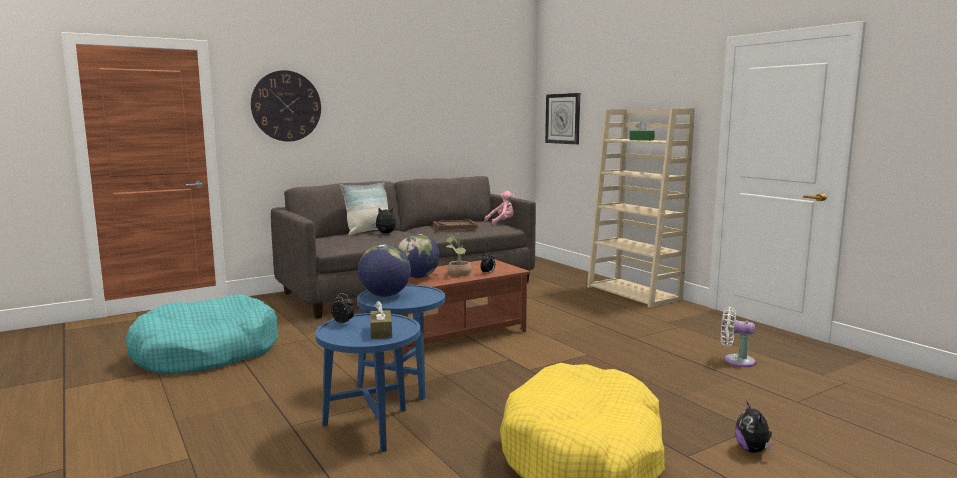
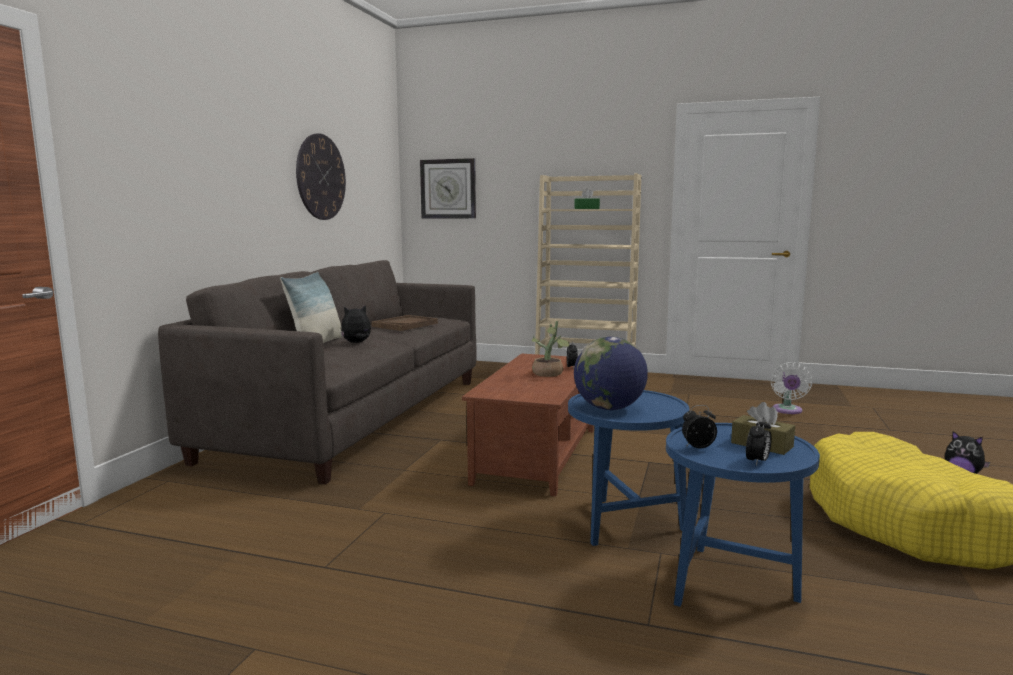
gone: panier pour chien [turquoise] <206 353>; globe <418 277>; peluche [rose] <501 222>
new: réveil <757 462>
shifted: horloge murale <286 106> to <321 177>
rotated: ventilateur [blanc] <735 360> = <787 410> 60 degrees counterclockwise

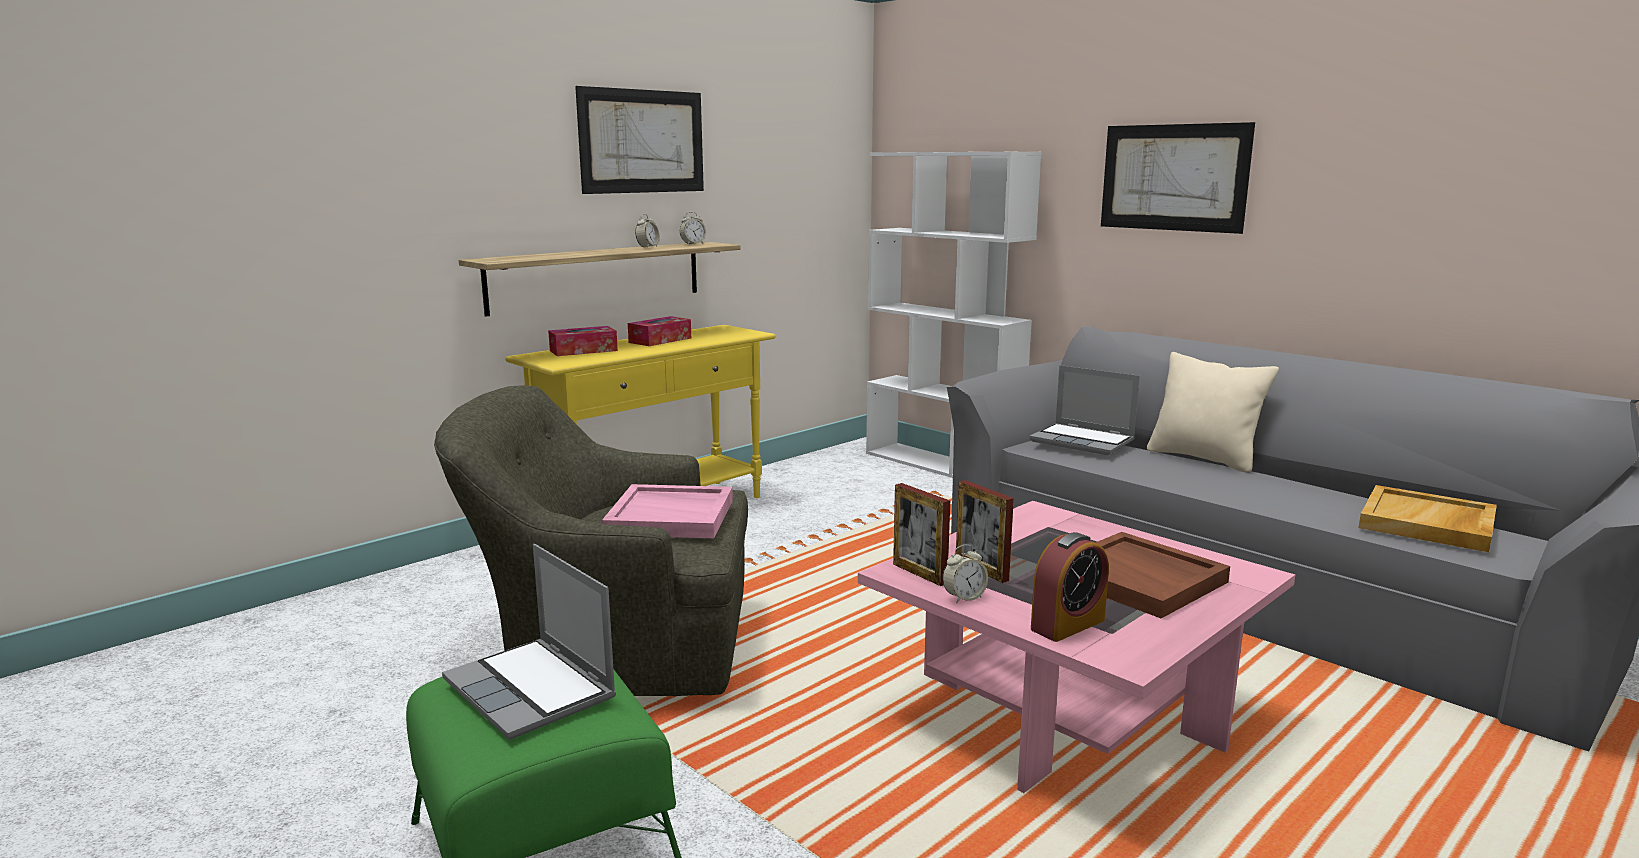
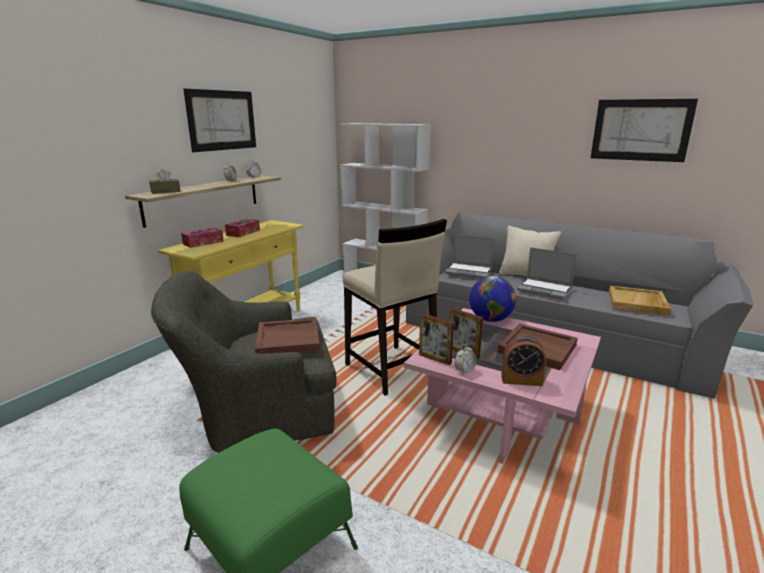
new: boîte à mouchoirs [marron] <165 191>; tabouret [beige] <391 370>; globe <490 319>
shifted: ordinateur portable <532 690> to <545 289>; tableau <1173 177> to <640 130>
repainted: plateau [rose] <672 516> to plateau [marron] <288 339>
rotated: réveil <1067 625> = <521 380> 60 degrees clockwise

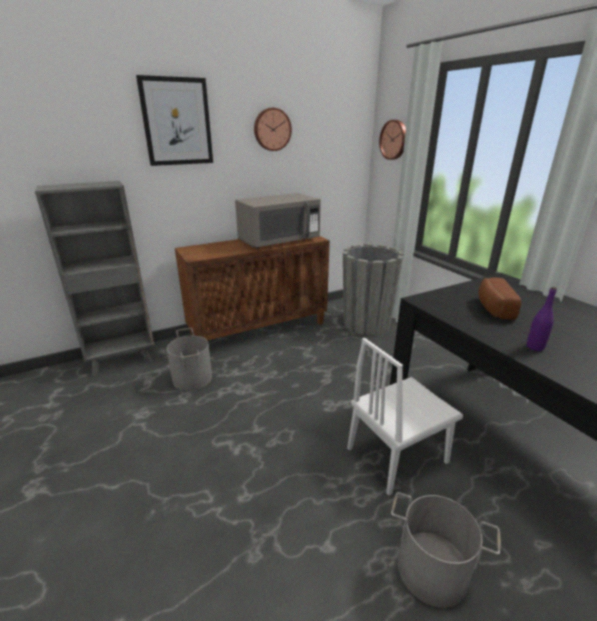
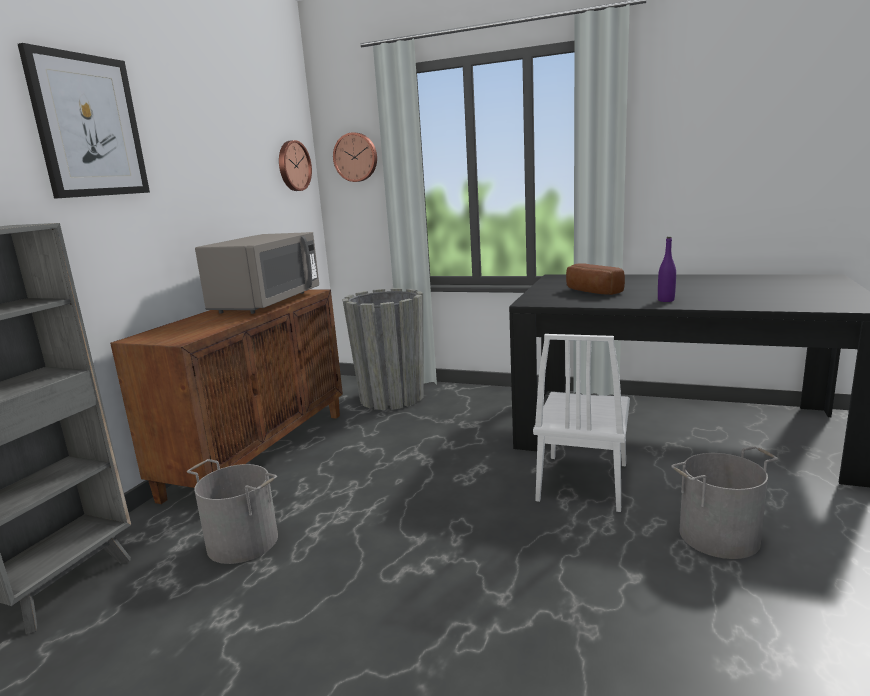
shifted: horloge murale <272 129> to <293 166>

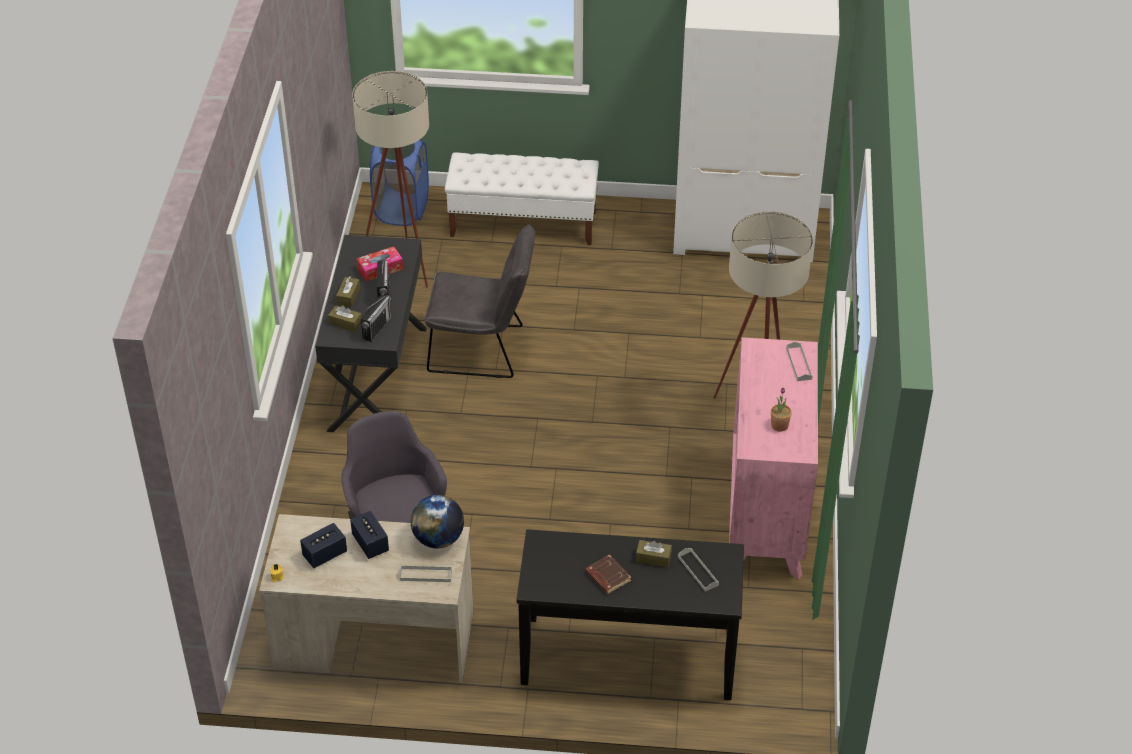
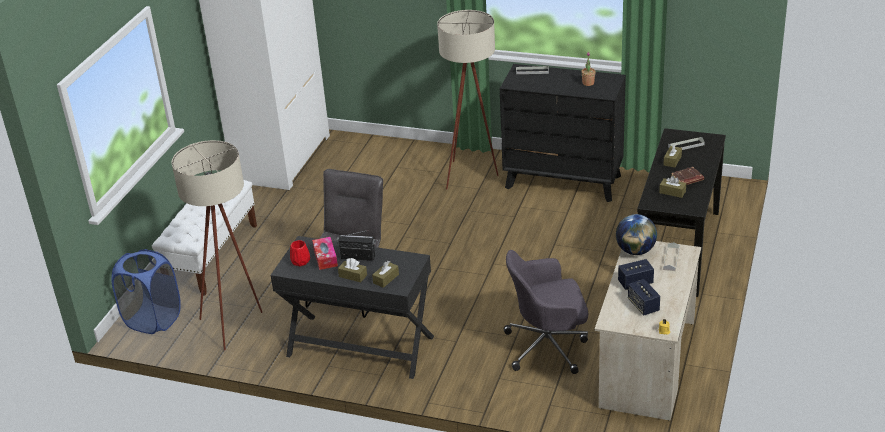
gone: radio <377 328>
new: vase [rouge] <301 261>; boîte à mouchoirs [marron] <672 192>
repainted: commode [rose] <766 516> to commode [noir] <563 181>

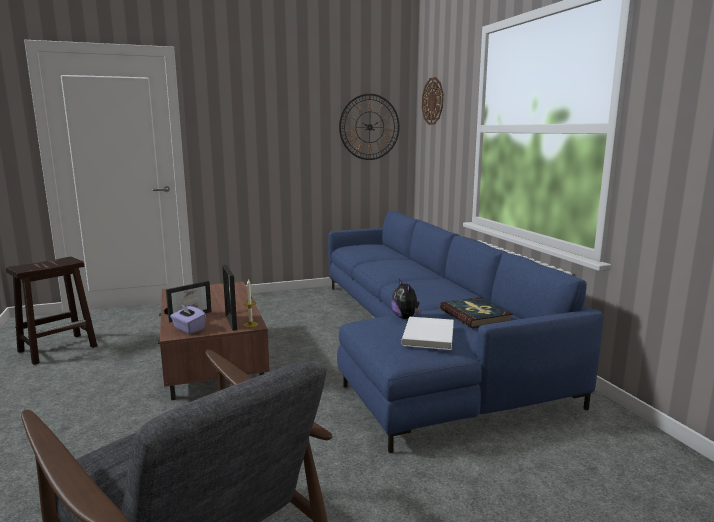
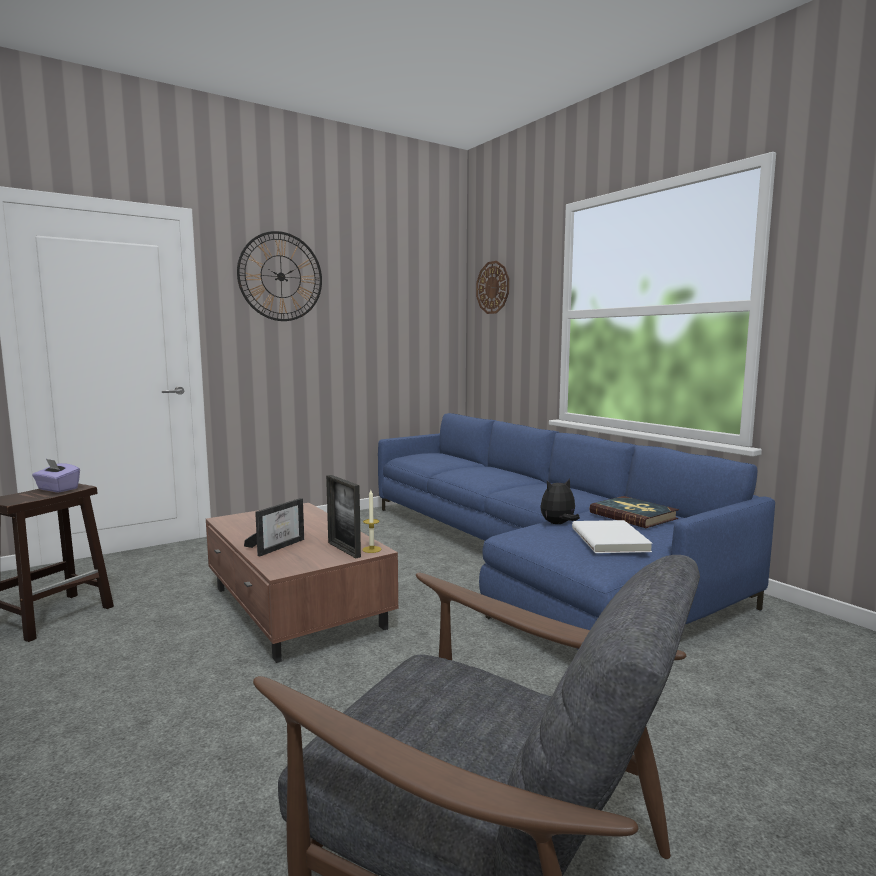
shifted: boîte à mouchoirs [violet] <188 329> to <57 489>; horloge murale <369 127> to <281 276>
rotated: peluche <405 317> = <558 524> 105 degrees clockwise

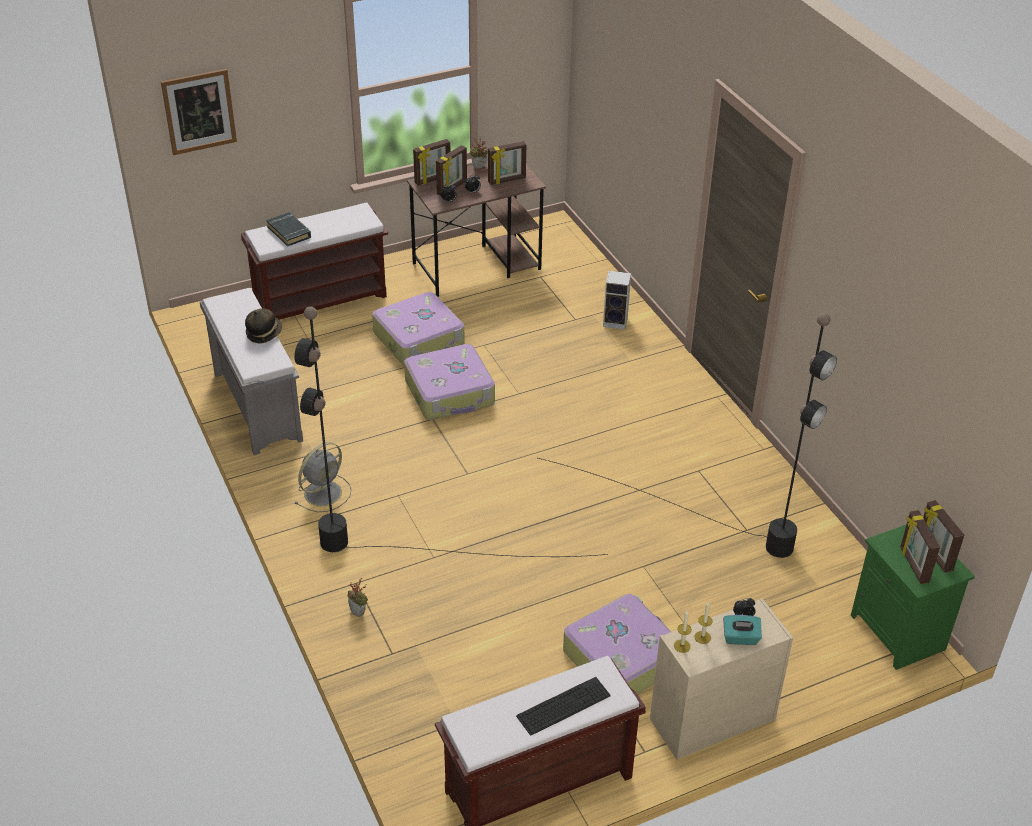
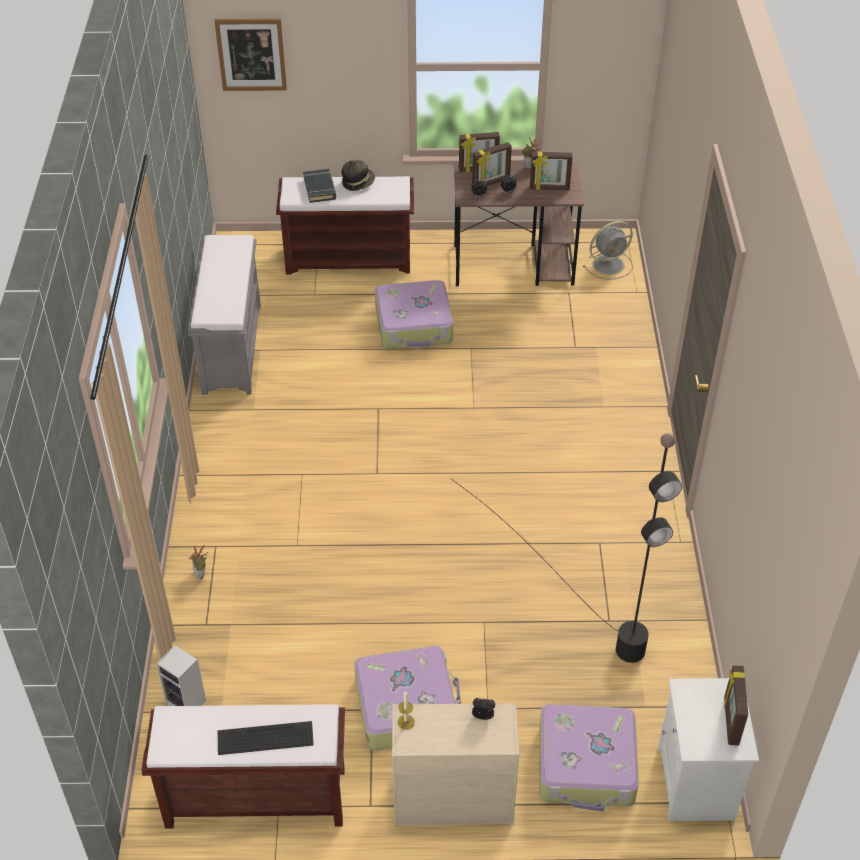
gone: lampadaire [noir] <410 547>; bougie <702 637>; boîte à mouchoirs [turquoise] <740 638>; cadre photo <913 565>
shifted: chapeau <264 333> to <358 183>; ventilateur [gris] <324 492> to <609 264>; valise <450 393> to <587 765>; enceinte <616 322> to <187 702>
repainted: table de chevet [vert] <899 633> to table de chevet [blanc] <697 784>

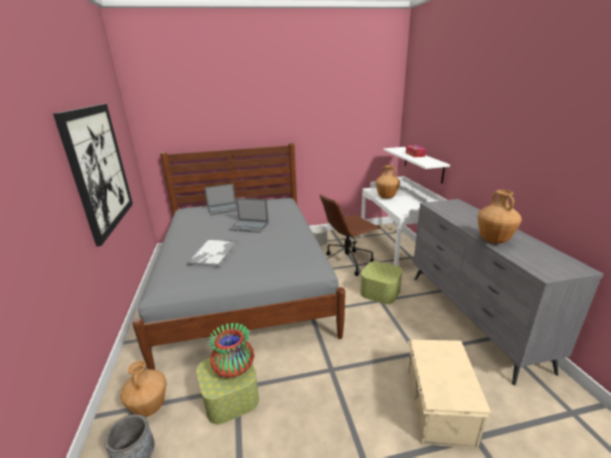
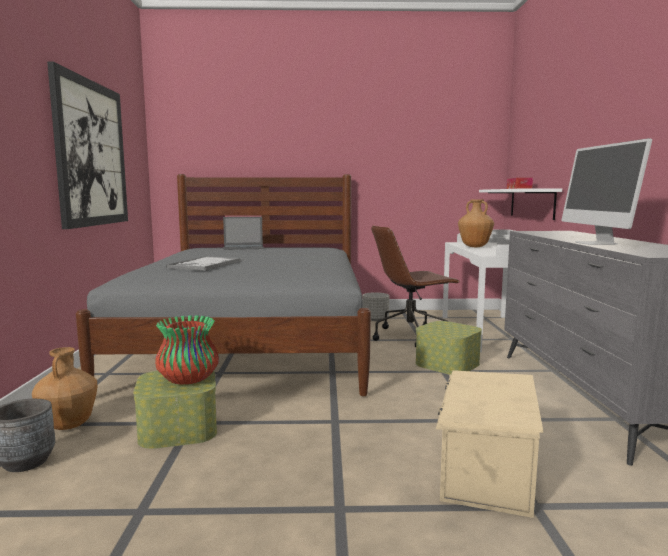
gone: ordinateur portable <249 226>
swapped: vase [marron] <493 240> to écran d'ordinateur <596 243>

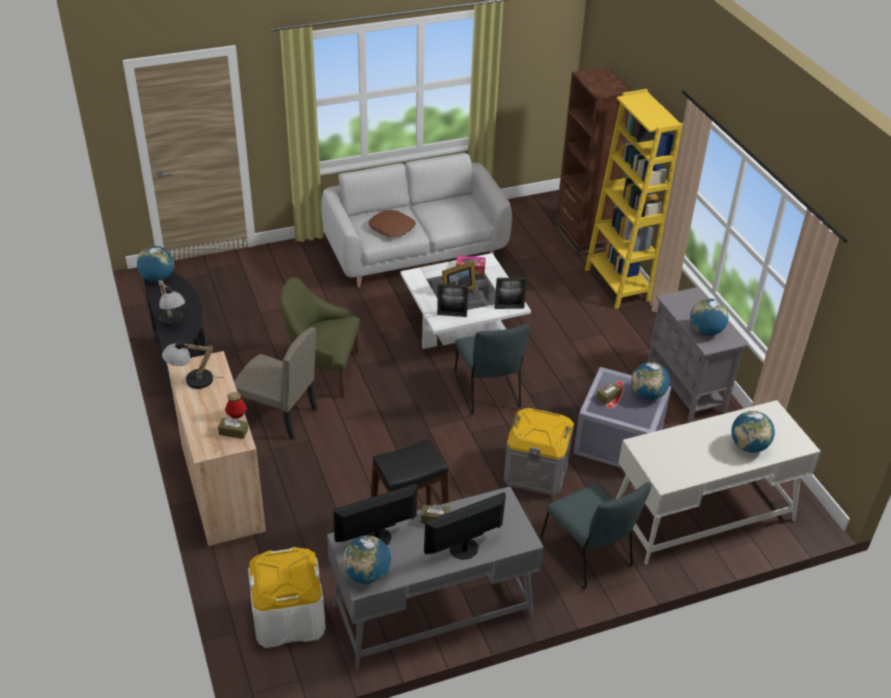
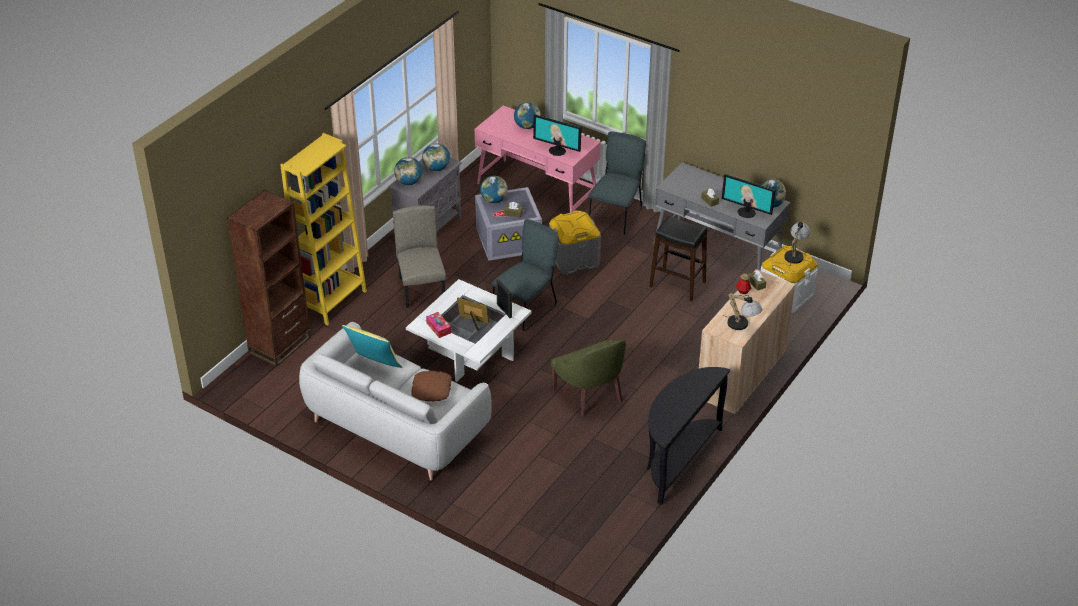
gone: cadre photo <509 307>
new: coussin [jaune] <374 364>
shifted: globe <158 278> to <409 182>; lampe de table <172 322> to <795 254>; chaise [beige] <278 415> to <422 290>; écran d'ordinateur <464 549> to <557 151>
repainted: bureau [blanc] <702 514> to bureau [rose] <537 190>

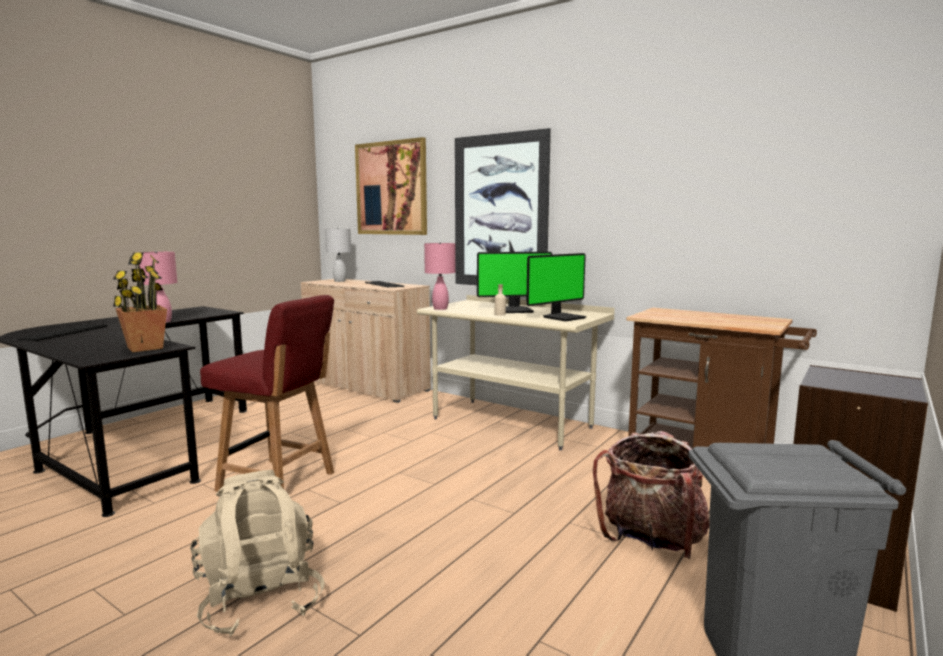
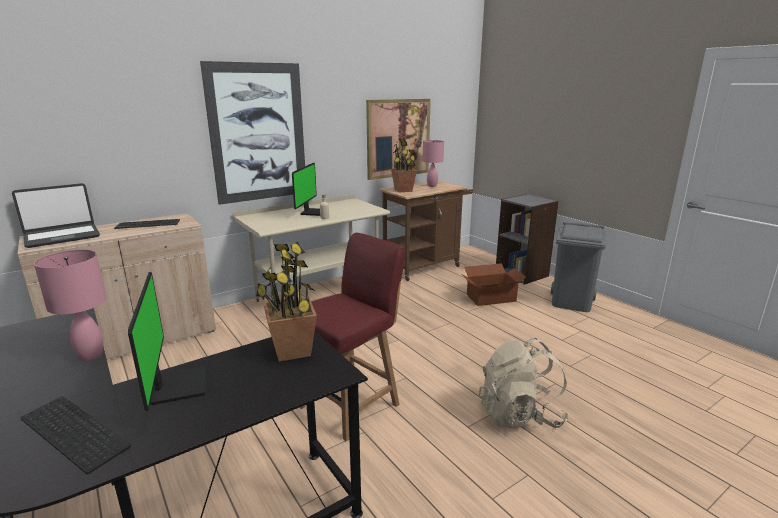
new: plante en pot <403 190>
shifted: tableau <391 188> to <398 138>; lampe de table [rose] <440 308> to <431 185>; écran d'ordinateur <563 317> to <176 386>
swapped: lampe de table [blanc] <340 281> to ordinateur portable <62 236>; sac à dos <651 540> to carton <491 298>

